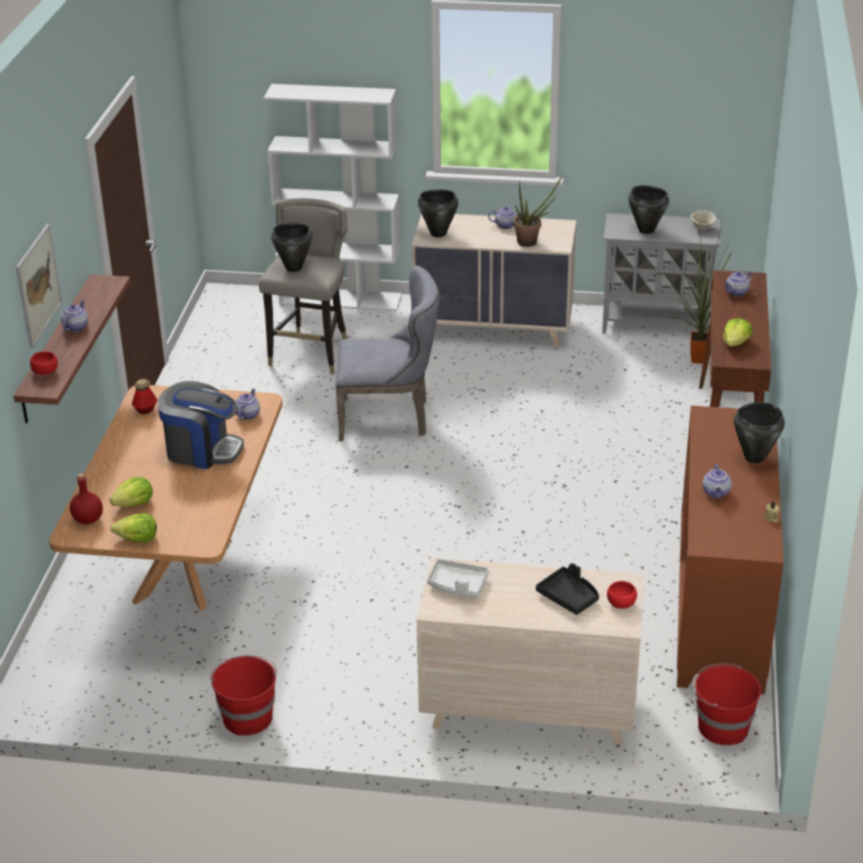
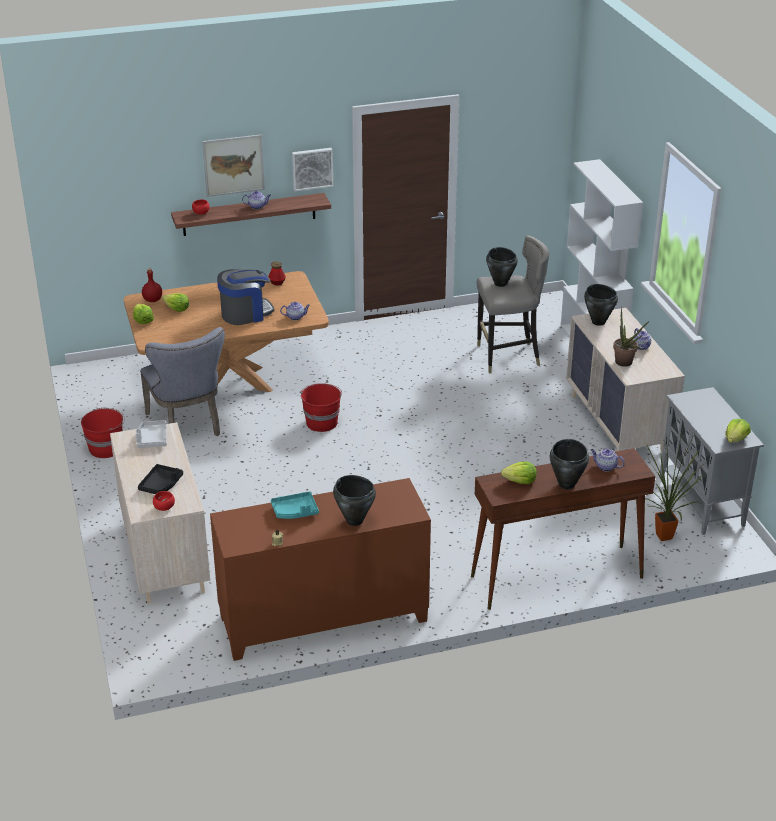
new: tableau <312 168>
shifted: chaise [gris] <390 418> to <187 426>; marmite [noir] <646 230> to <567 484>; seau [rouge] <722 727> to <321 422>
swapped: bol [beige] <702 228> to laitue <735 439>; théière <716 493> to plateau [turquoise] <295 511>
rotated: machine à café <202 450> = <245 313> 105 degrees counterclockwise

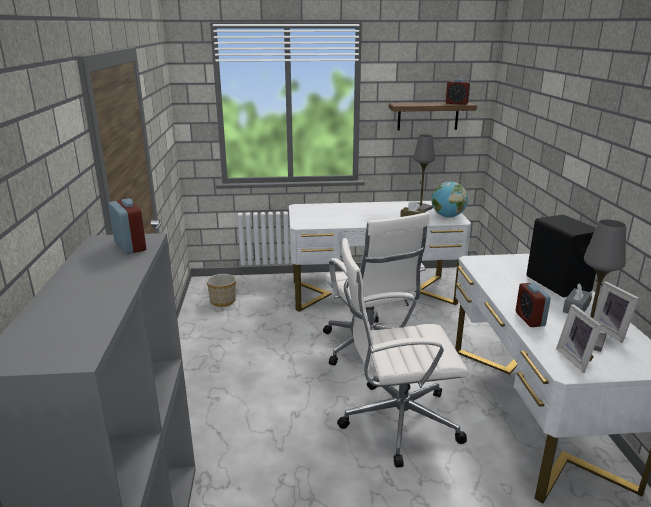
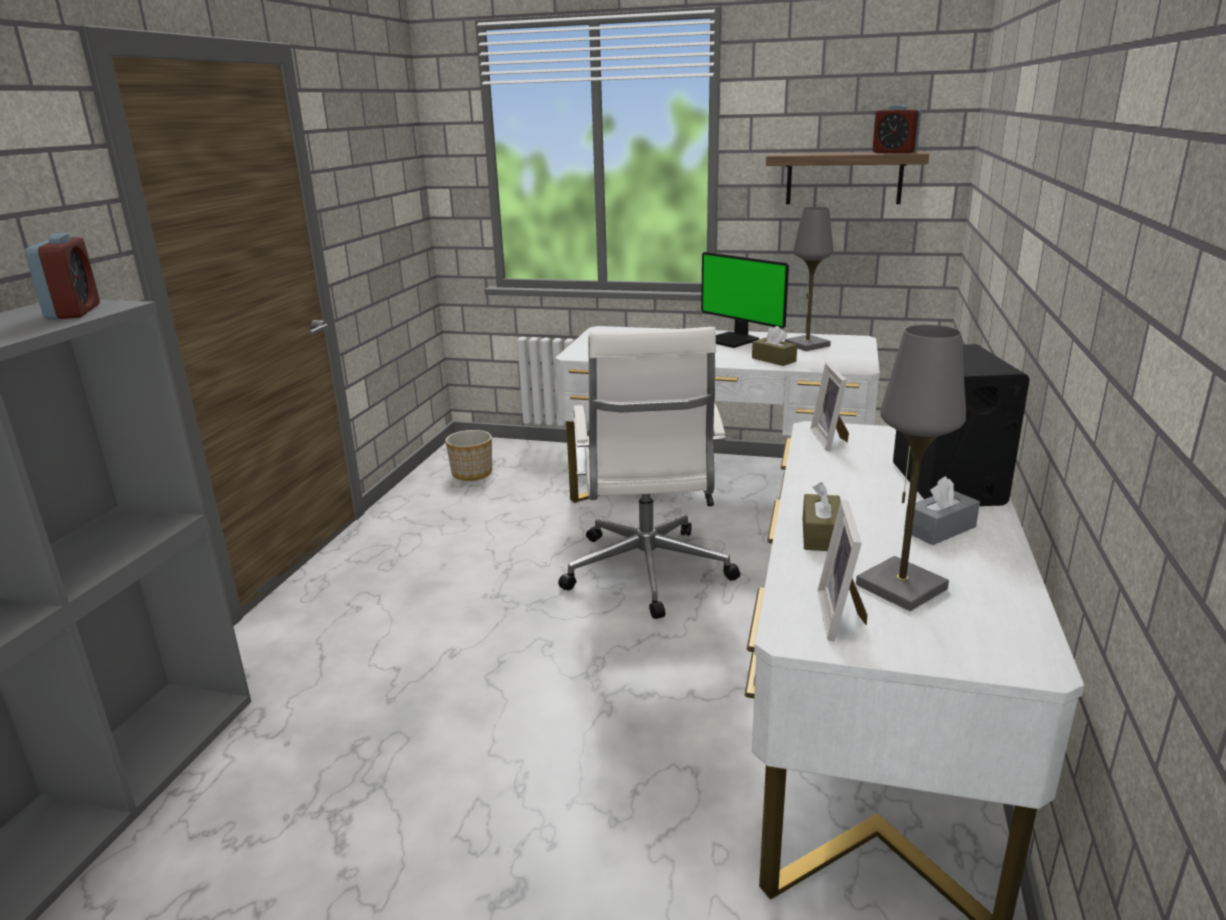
gone: chaise de bureau [blanc] <396 421>; globe <447 216>
new: écran d'ordinateur <733 340>
shifted: cadre photo <611 331> to <831 439>
swapped: réveil <530 319> to boîte à mouchoirs [marron] <821 535>

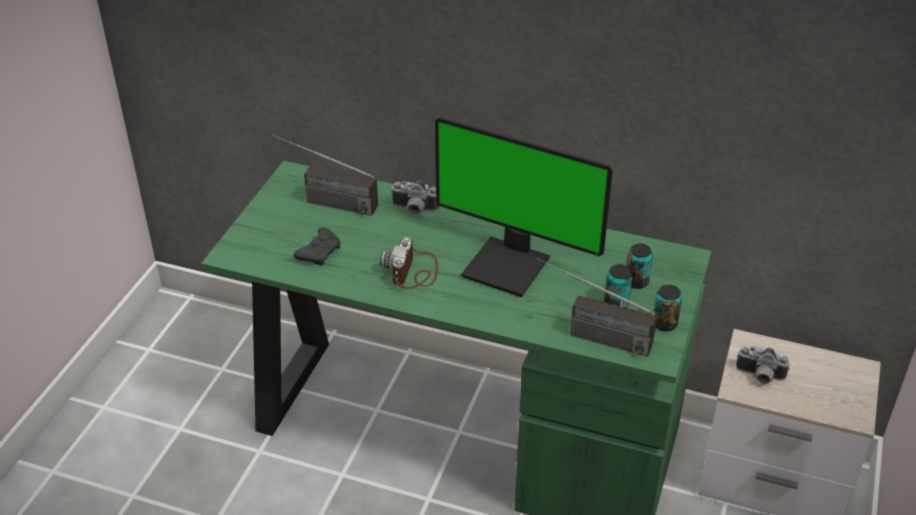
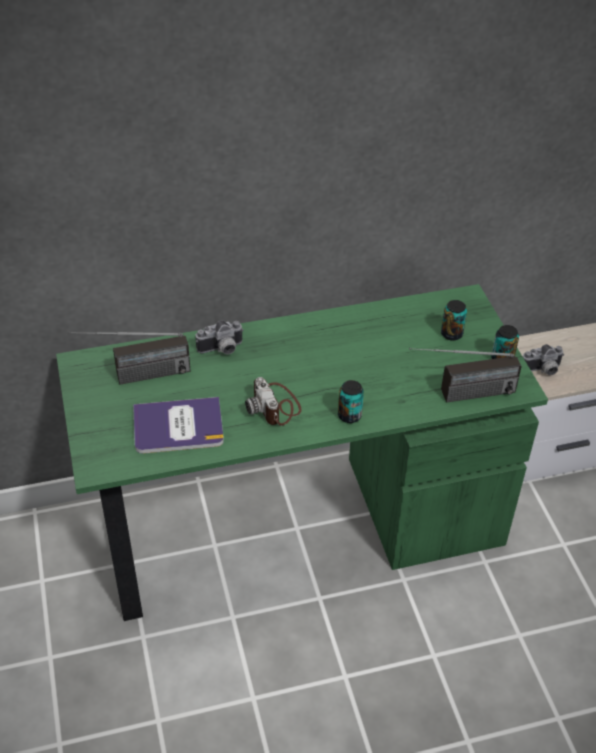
gone: écran d'ordinateur <509 265>
shifted: boîte métallique <616 303> to <349 415>
swapped: manette [noir] <320 253> to livre <178 426>

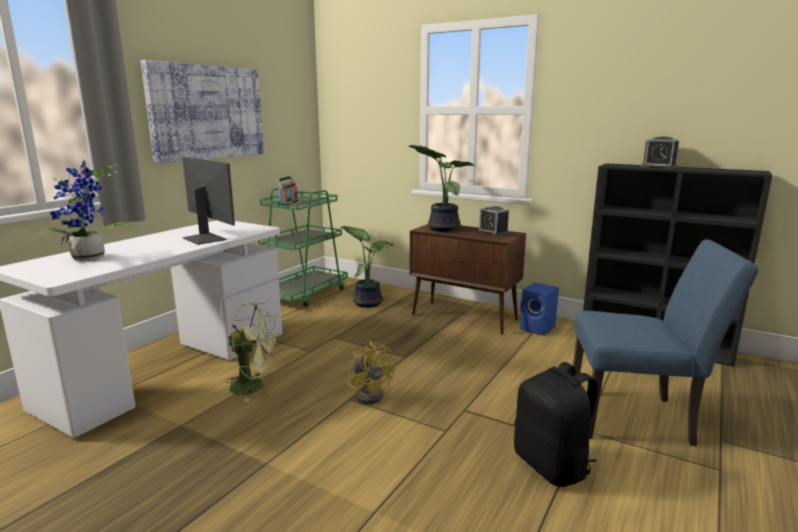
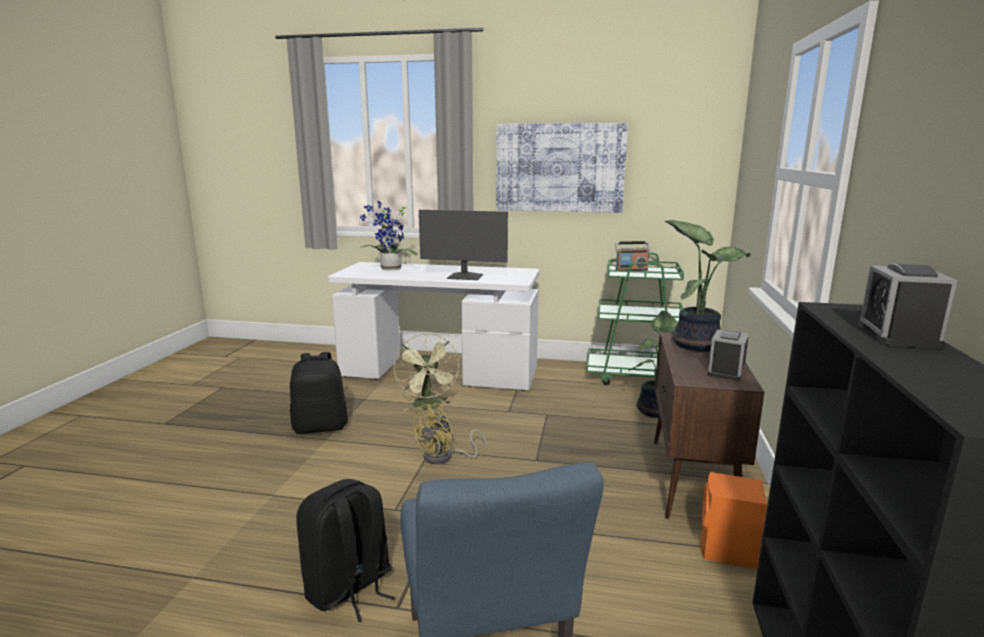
new: sac à dos [noir] <320 427>
repainted: enceinte [bleu] <538 328> to enceinte [orange] <727 551>
rotated: écran d'ordinateur <205 238> = <465 277> 75 degrees clockwise

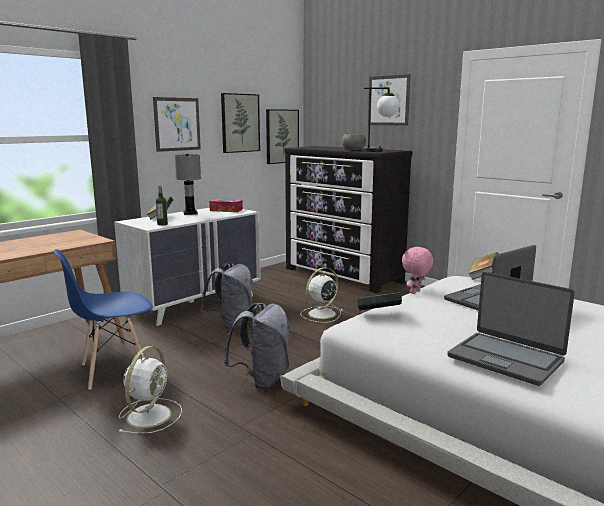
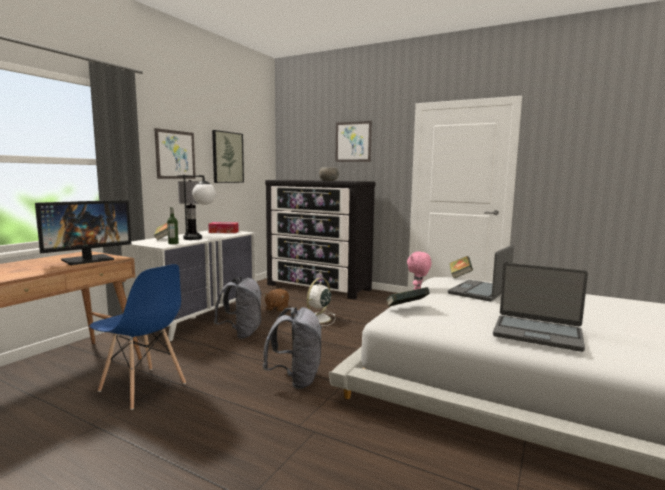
gone: ventilateur [blanc] <150 415>; tableau <281 136>
new: écran d'ordinateur <88 259>; peluche [marron] <276 308>
shifted: lampe de table <381 151> to <200 238>
rotated: chaise [bleu] <114 370> = <143 387> 105 degrees counterclockwise

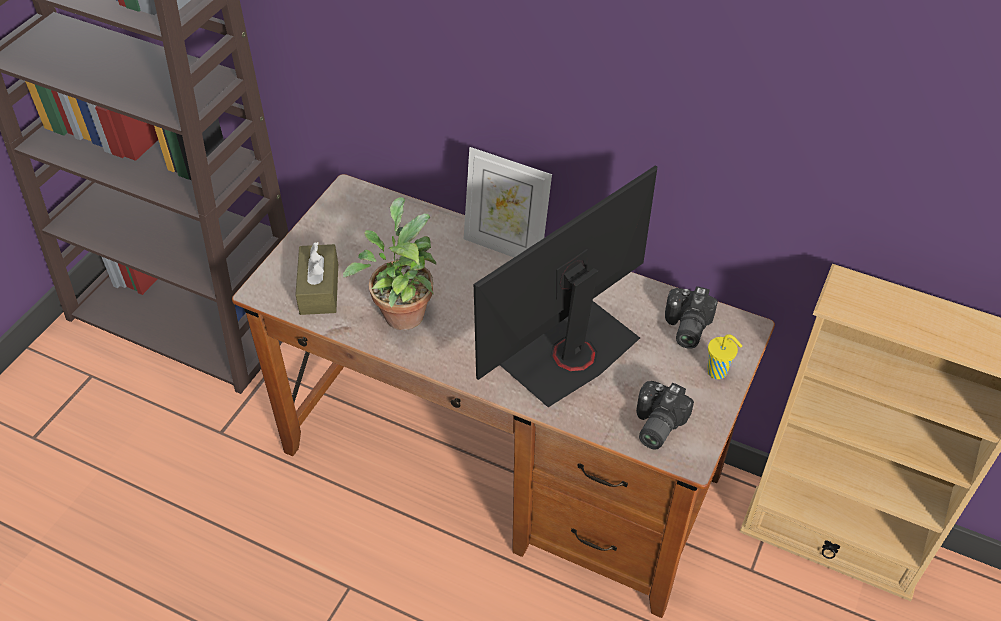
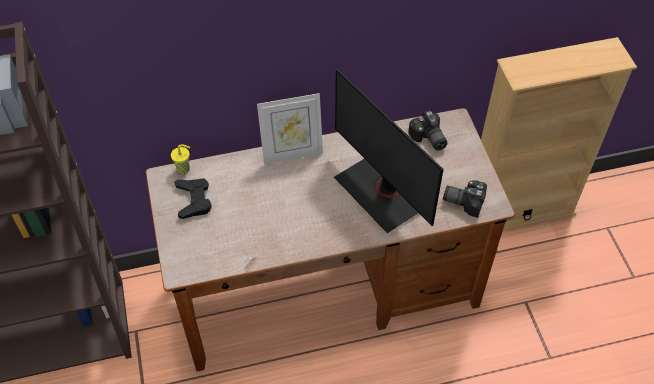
gone: boîte à mouchoirs [marron] <319 289>; plante en pot <402 311>
new: manette [noir] <194 200>
shifted: tasse [jaune] <718 372> to <184 169>
rotated: écran d'ordinateur <565 351> = <383 191> 45 degrees counterclockwise; appareil photo <655 424> = <463 200> 120 degrees clockwise

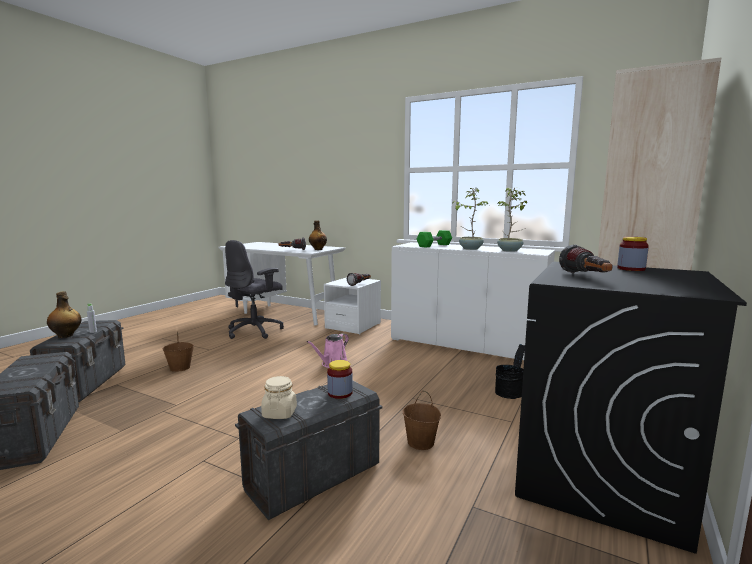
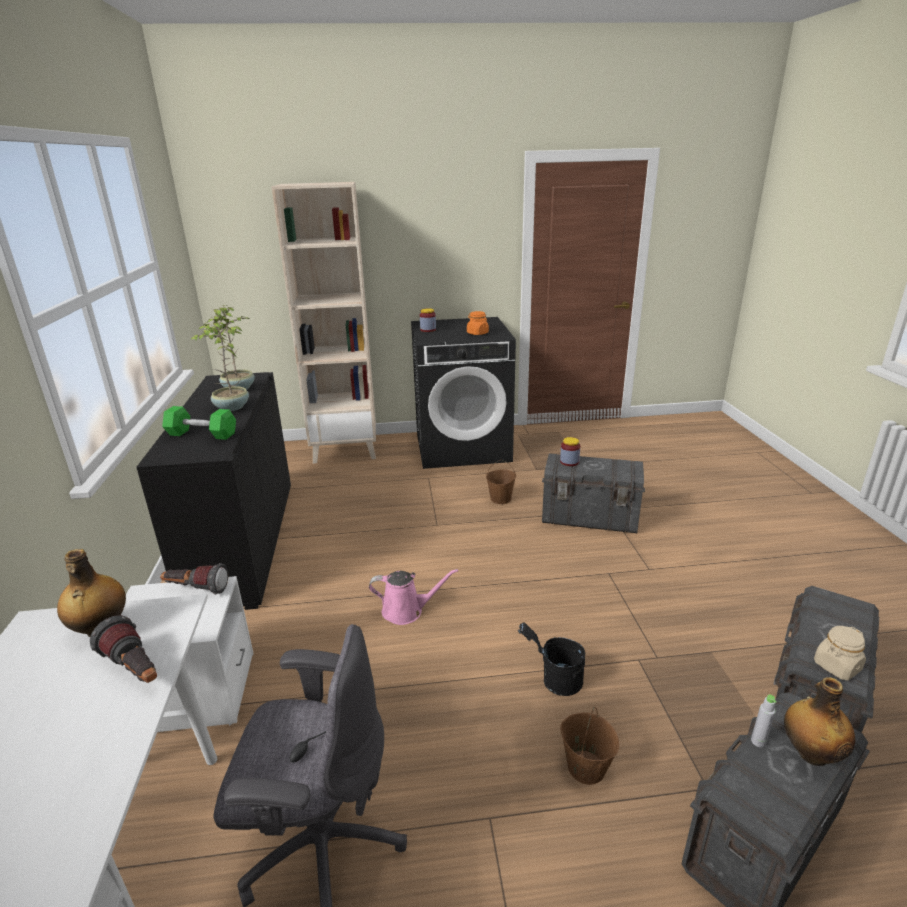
shifted: bocal [beige] <279 413> to <836 666>; seau [noir] <510 392> to <554 680>
swapped: lampe de poche <587 277> to bocal [orange] <477 333>
repainted: meuble de rangement [blanc] <466 344> to meuble de rangement [noir] <244 541>

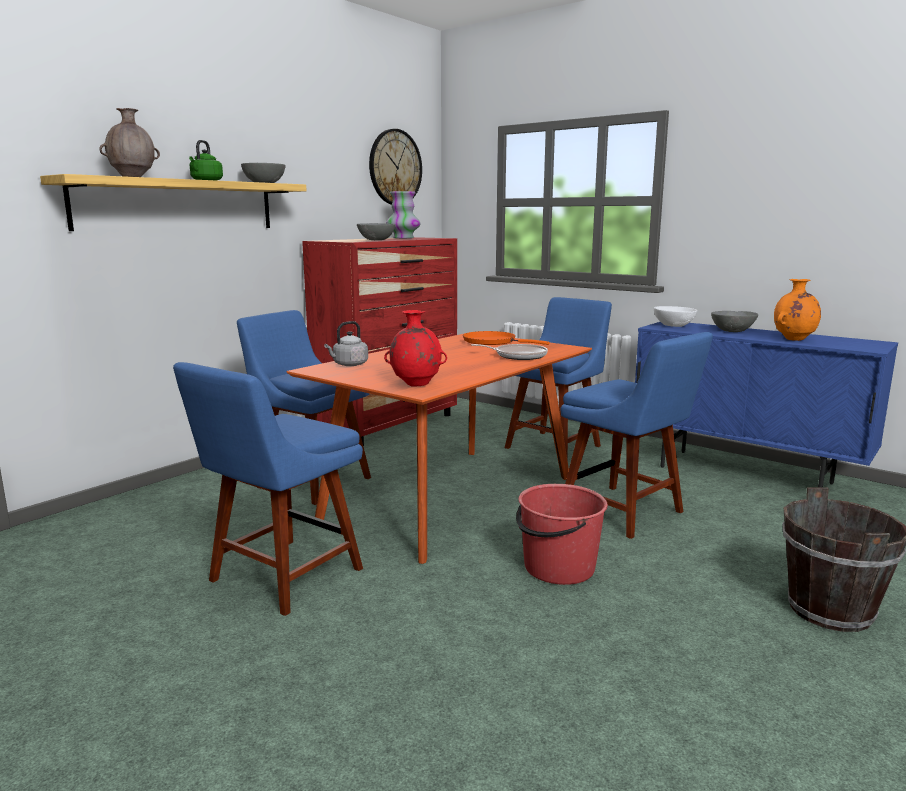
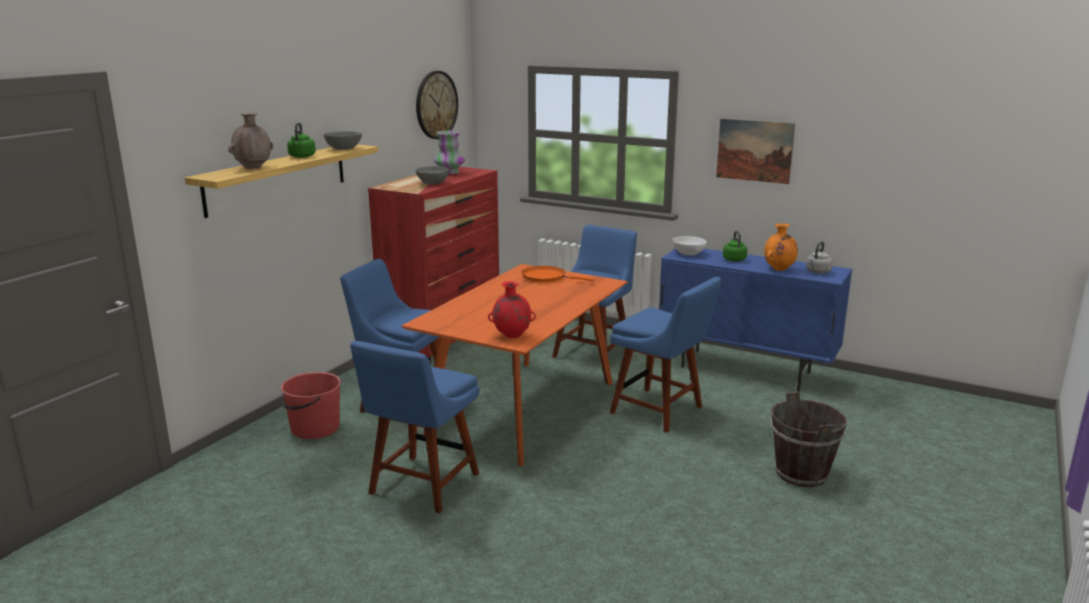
gone: poêle <518 356>
new: tableau <754 150>
shifted: bouilloire [gris] <349 365> to <817 272>; seau [rouge] <558 568> to <314 428>
swapped: bol [gris] <732 331> to bouilloire [vert] <734 259>

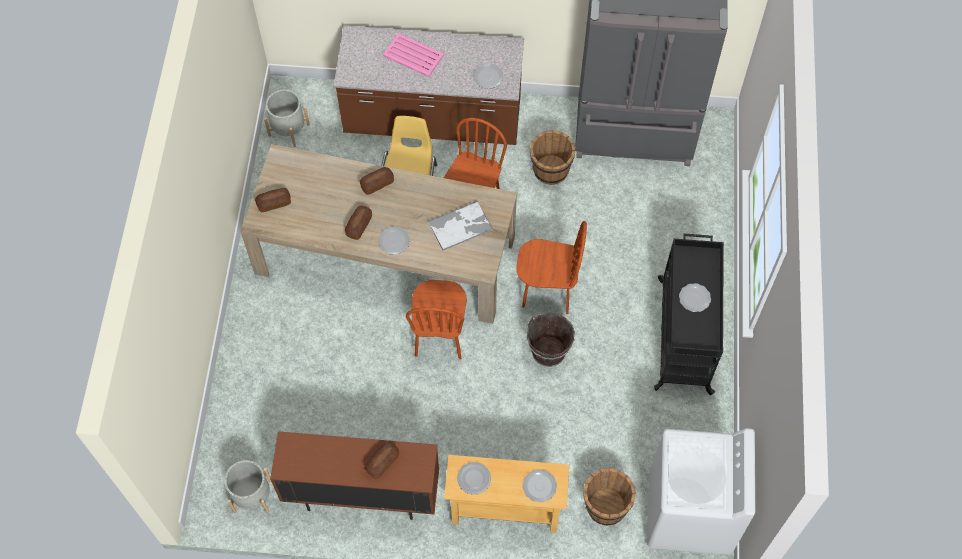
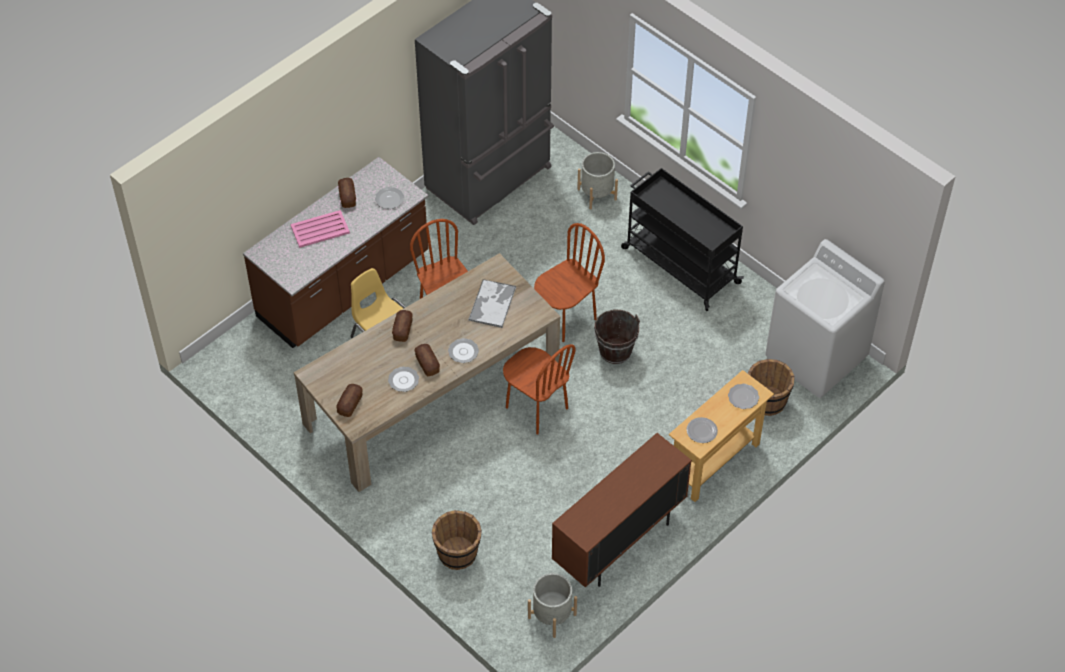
shifted: cache-pot [gris] <289 130> to <597 194>; pain <382 462> to <347 197>; seau [marron] <550 170> to <457 554>; assiette <694 299> to <404 380>

